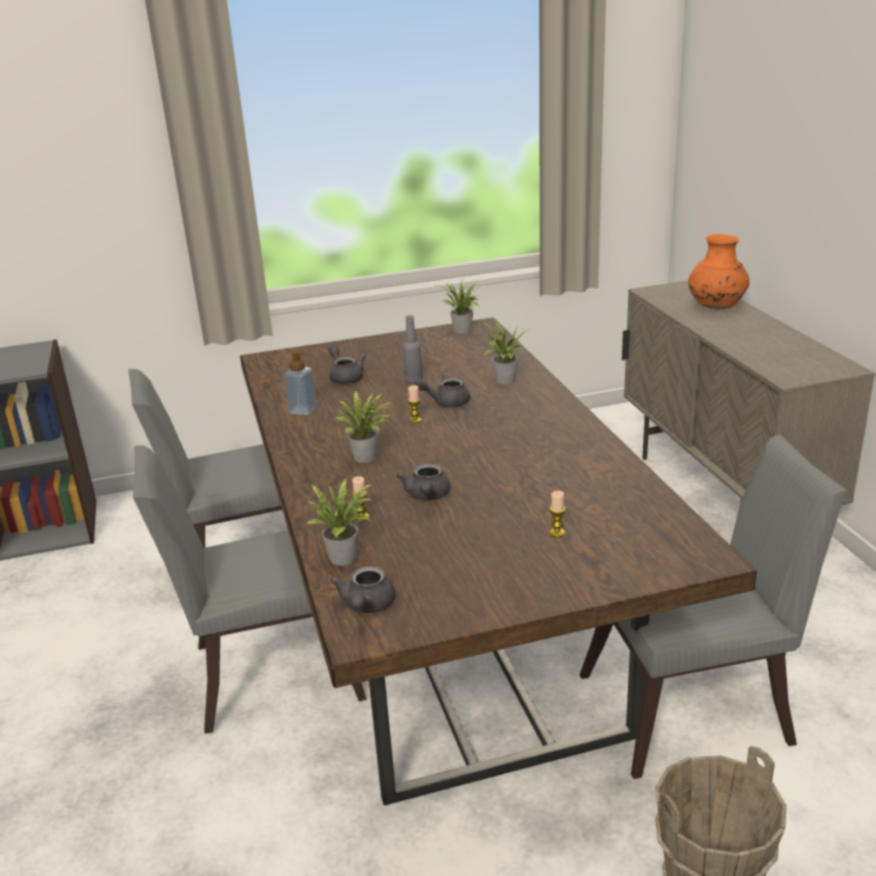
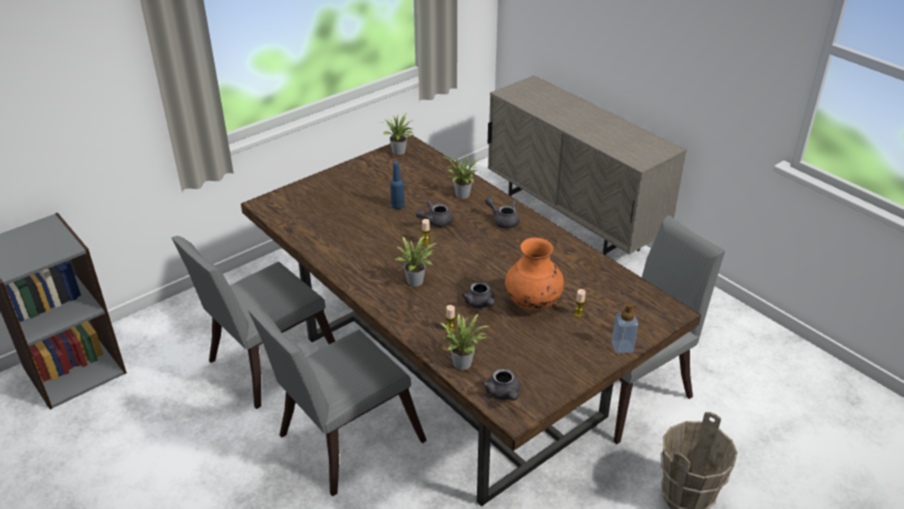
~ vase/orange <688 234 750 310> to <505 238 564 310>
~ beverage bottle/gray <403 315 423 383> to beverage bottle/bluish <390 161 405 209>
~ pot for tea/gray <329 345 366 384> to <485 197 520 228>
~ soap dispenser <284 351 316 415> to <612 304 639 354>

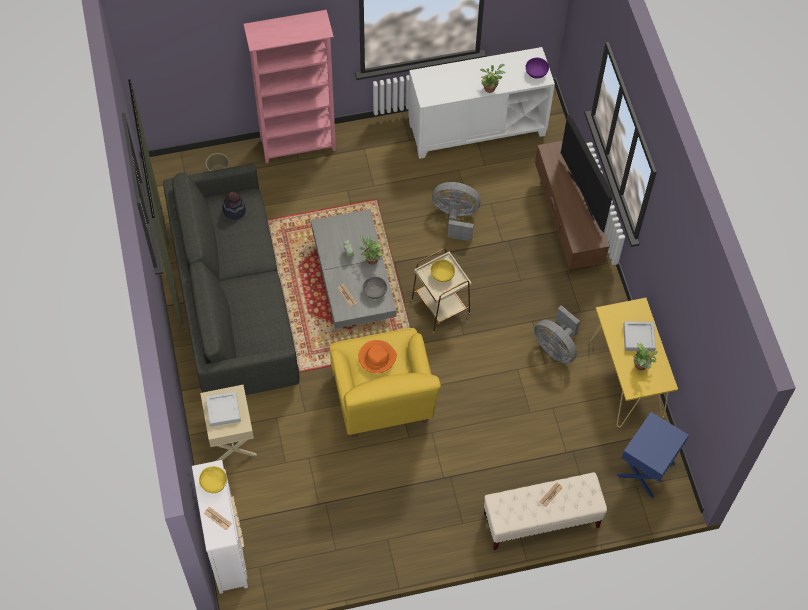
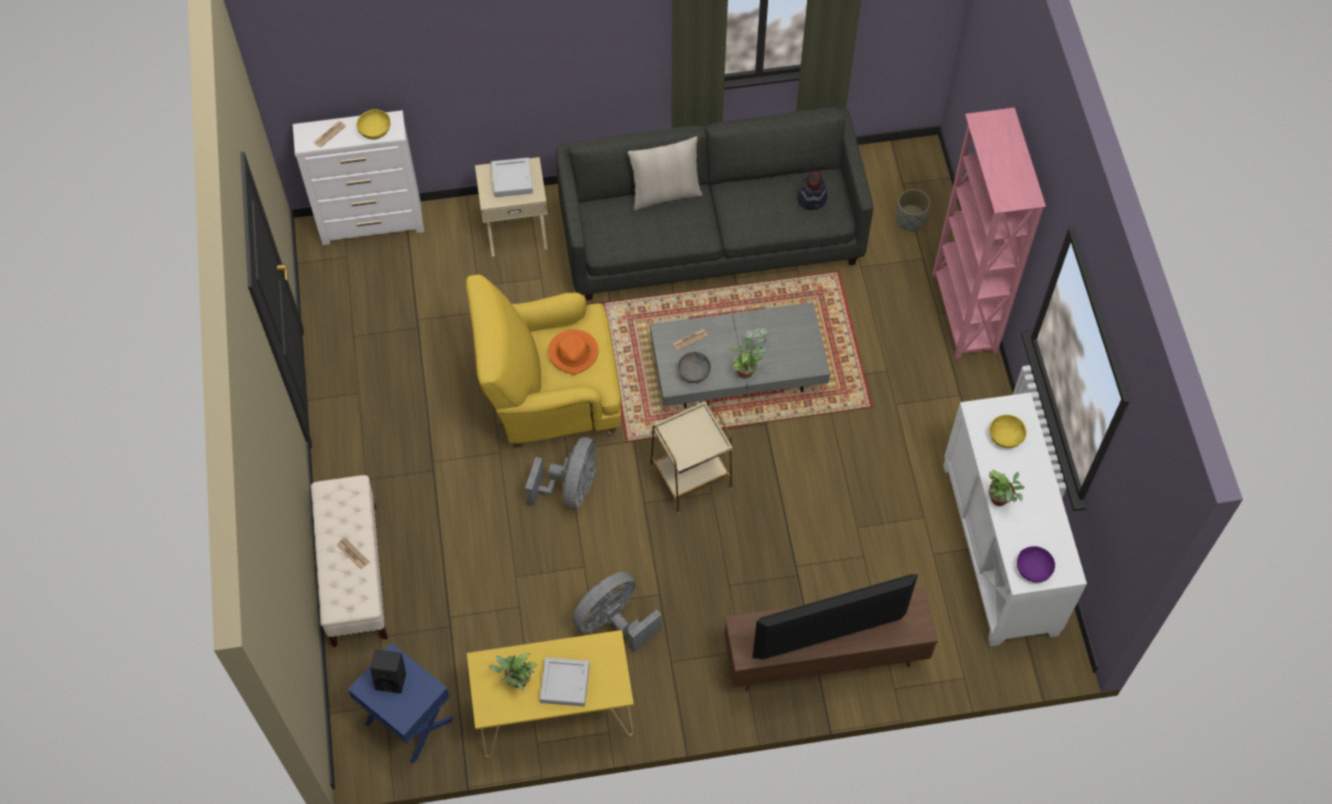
~ fan/gray <432 182 481 241> to <525 437 597 508>
~ deep dish/yellowish <431 259 455 282> to <989 415 1026 448>
+ throw pillow/sand-coloured <628 136 703 210>
+ loudspeaker/black-coloured <370 650 406 693>

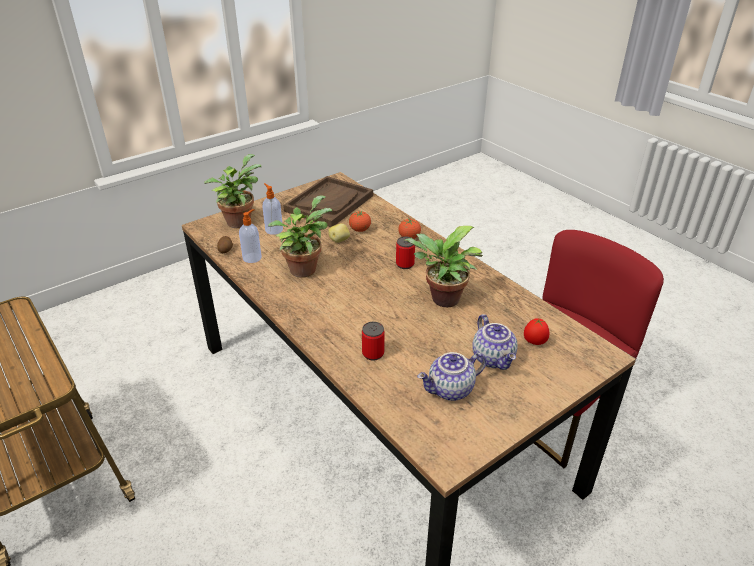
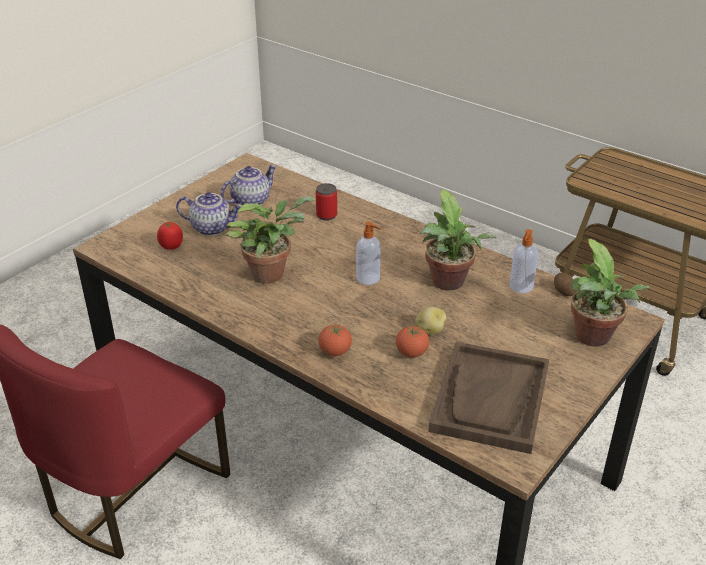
~ soap dispenser <262 183 283 235> to <356 222 381 285>
- sealed can <396 236 415 269>
~ pot for tea <472 314 518 370> = <176 192 243 236> 135 degrees clockwise

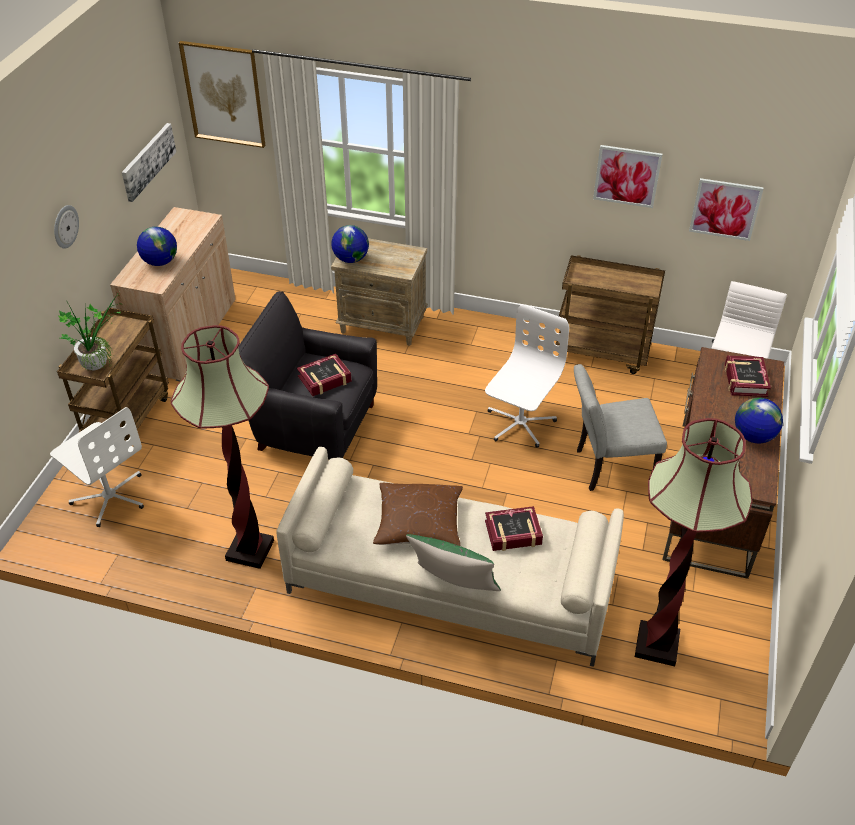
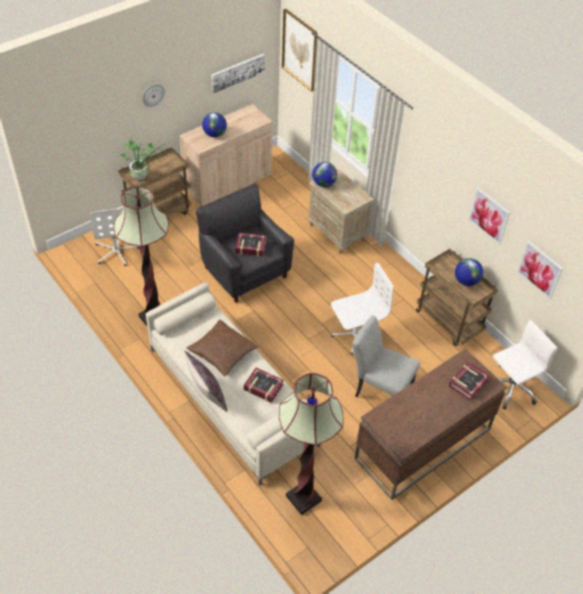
~ world globe <735 397 783 443> to <455 258 483 286>
~ throw pillow/greenish <406 534 501 591> to throw pillow/brownish <184 351 227 412>

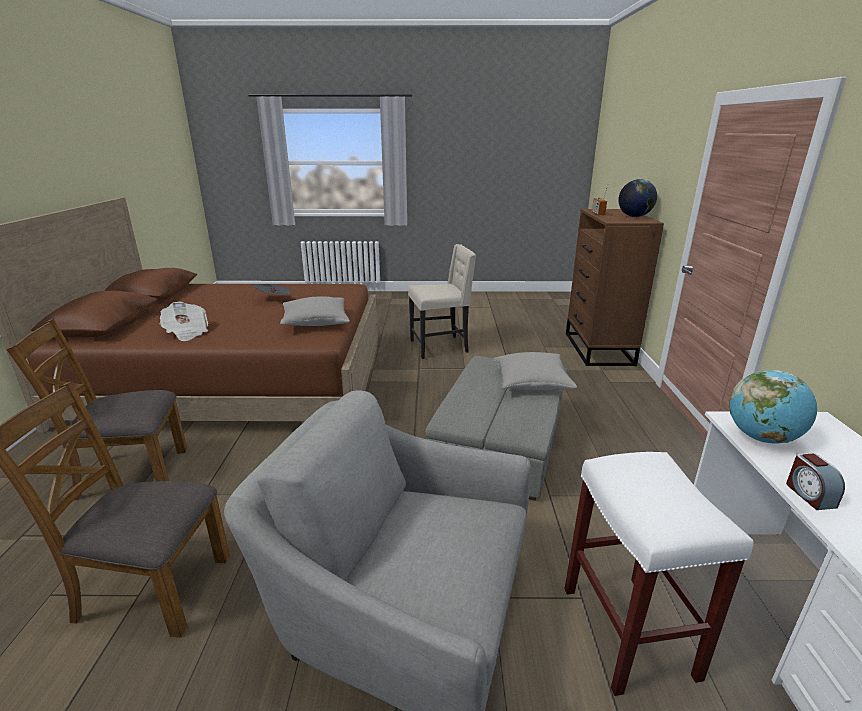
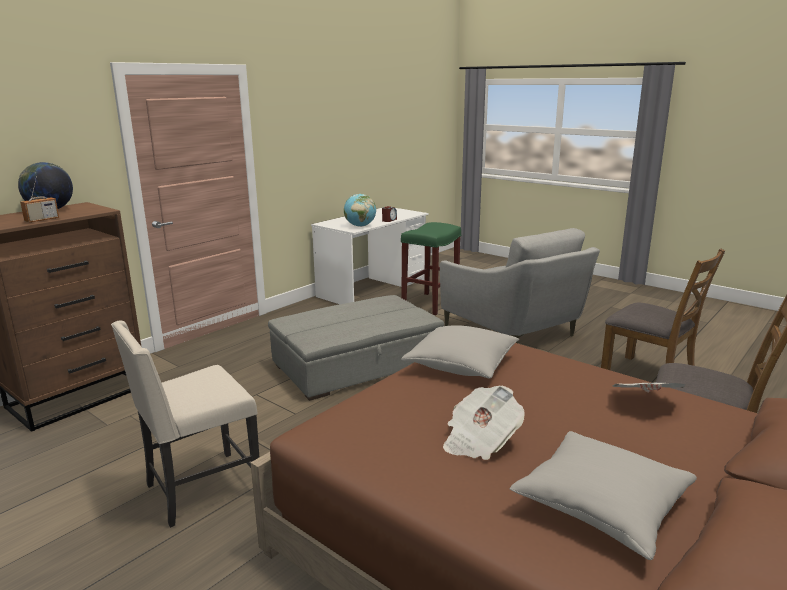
~ upright chair/sand-coloured <408 244 476 359> = <111 321 259 528> 60 degrees counterclockwise
~ throw pillow/gray <493 352 577 390> to <510 431 697 560>
~ sitting stool/white-coloured <564 452 754 696> to sitting stool/greenish <401 222 461 315>

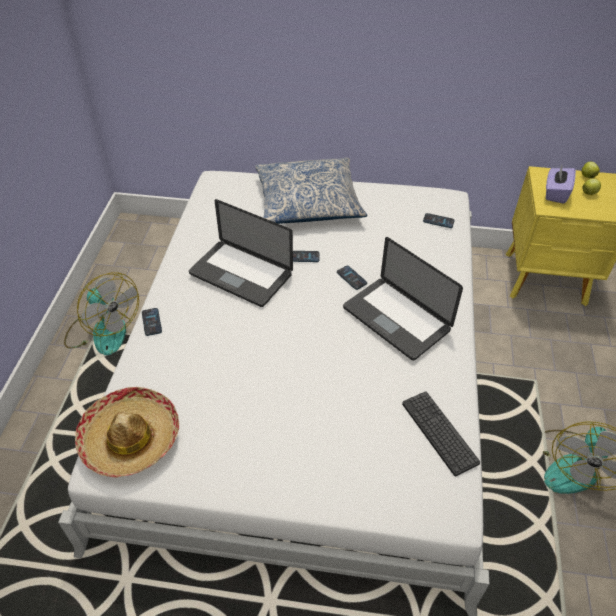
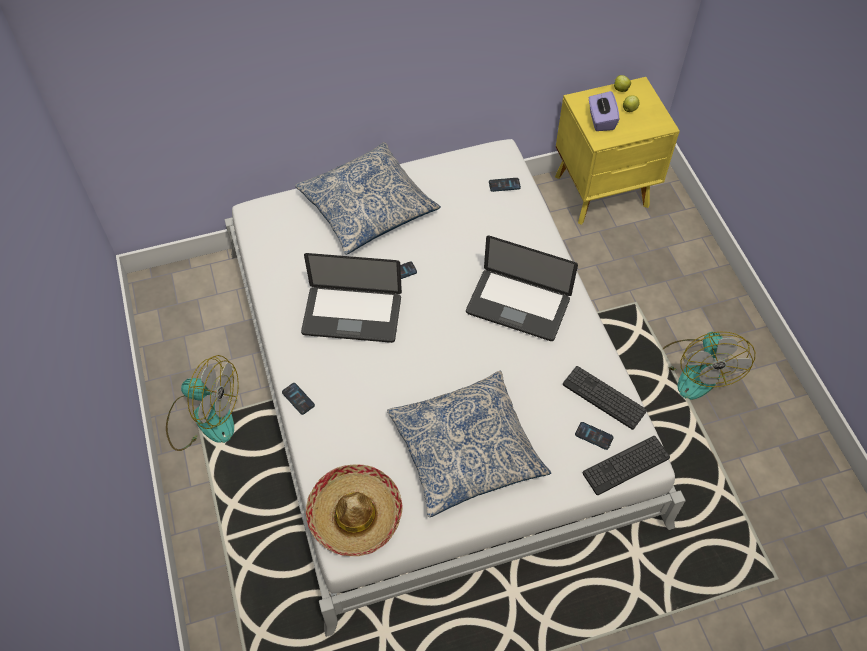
~ handset <337 266 367 290> to <575 422 614 450>
+ throw pillow <387 371 551 517>
+ keyboard <582 436 670 495>

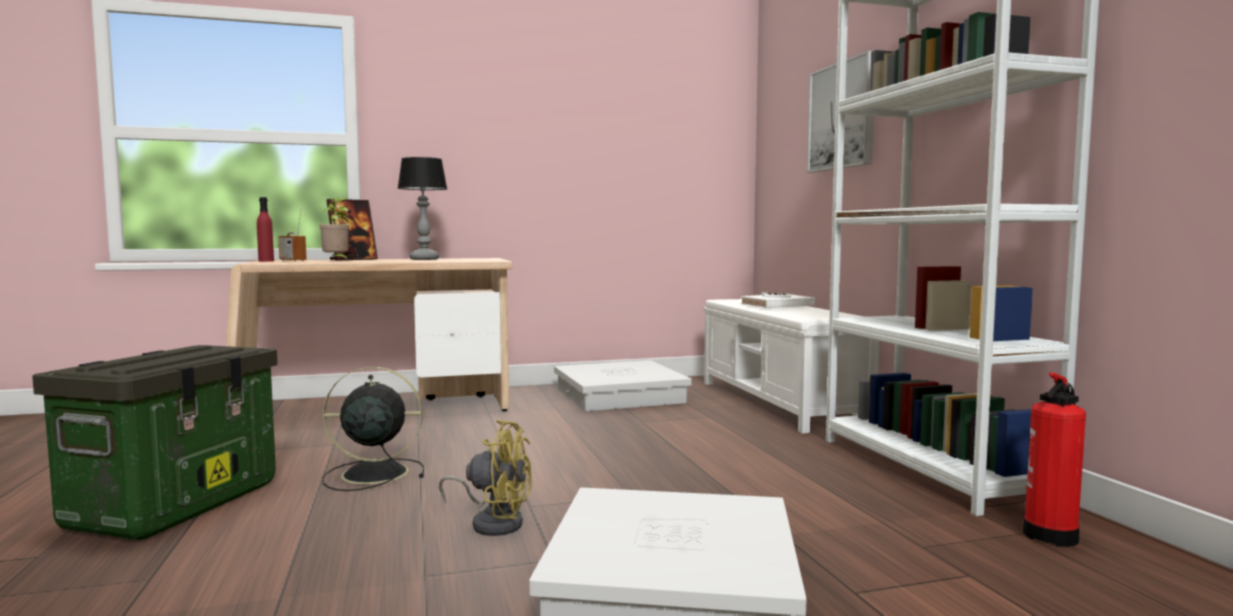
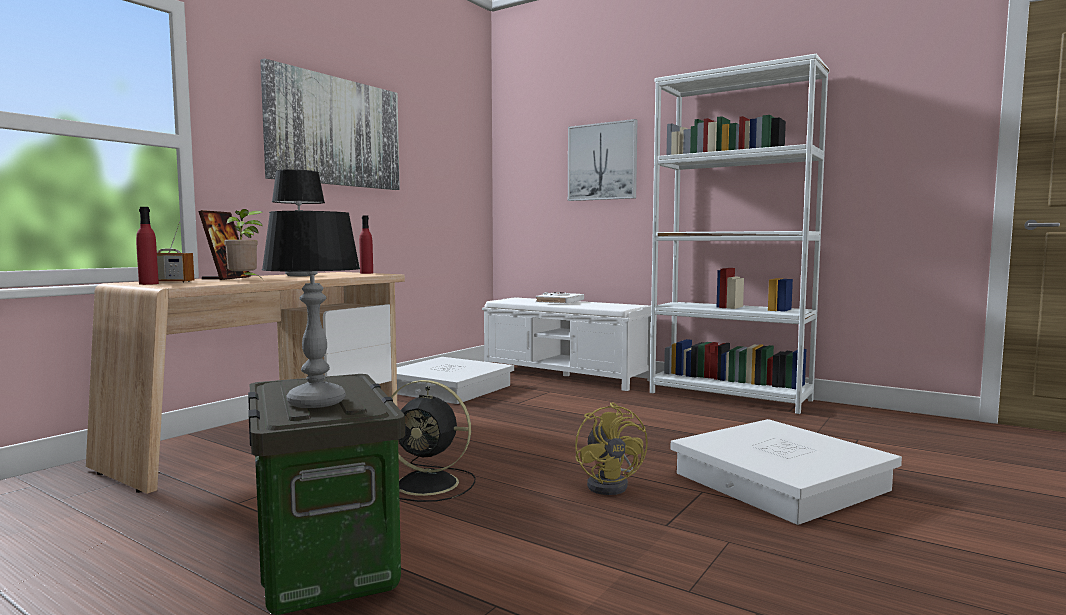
~ fan/black-coloured <322 367 424 491> = <391 380 475 502> 120 degrees counterclockwise
- extinguisher <1023 372 1086 547>
~ fan/yellowish <439 420 532 536> = <575 403 648 495> 105 degrees clockwise
+ picture <260 59 400 190>
+ table lamp <262 211 360 408>
+ beverage bottle/red <359 215 373 274>

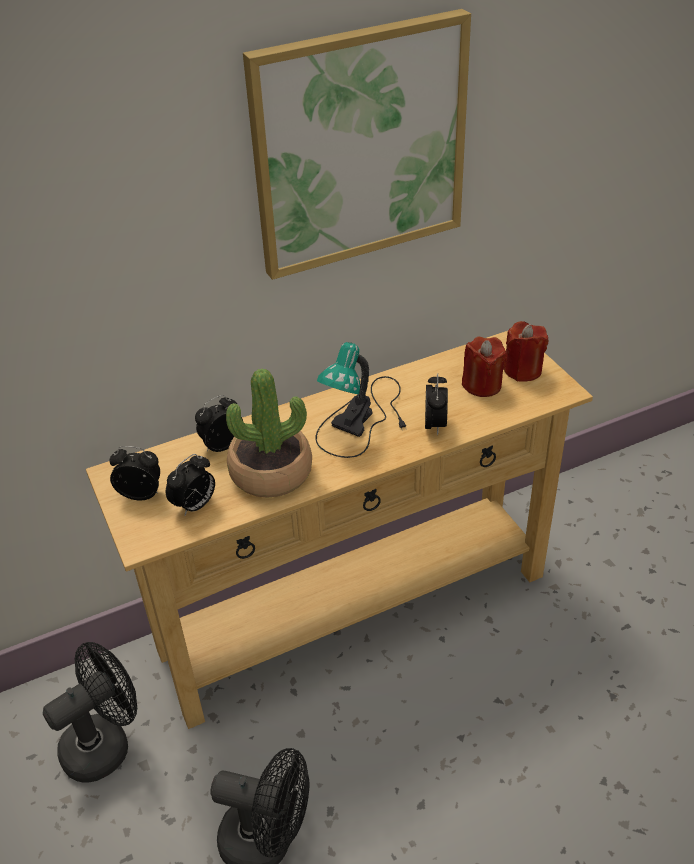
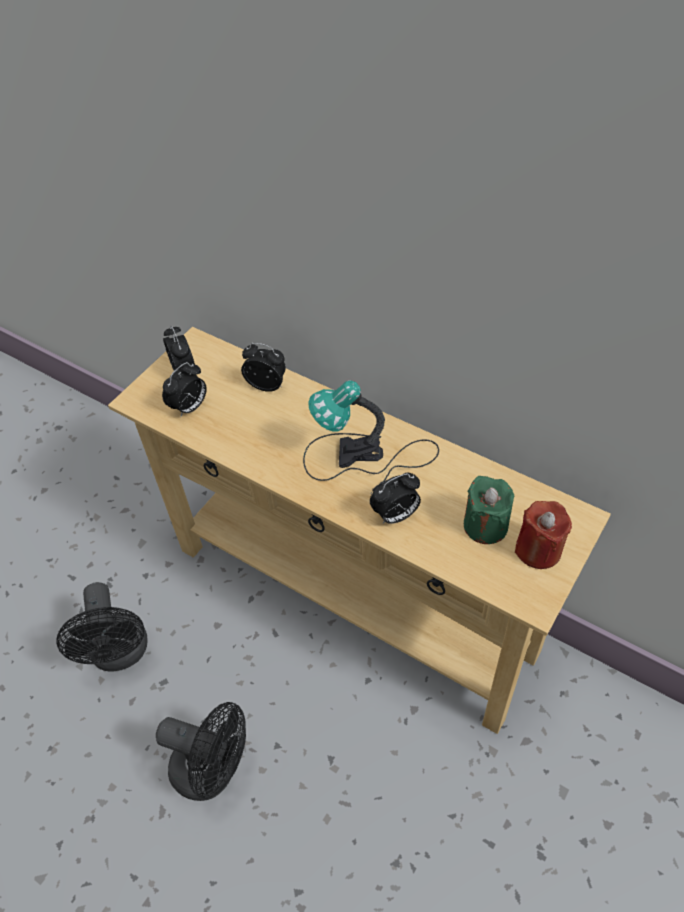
- picture <243 9 471 280>
~ candle/red <462 337 507 397> to candle/greenish <464 476 514 544>
- plant in a pot <226 369 312 498>
~ alarm clock <166 454 215 515> = <162 362 207 417> 60 degrees counterclockwise
~ fan/black-coloured <43 642 137 782> to <156 702 246 801>

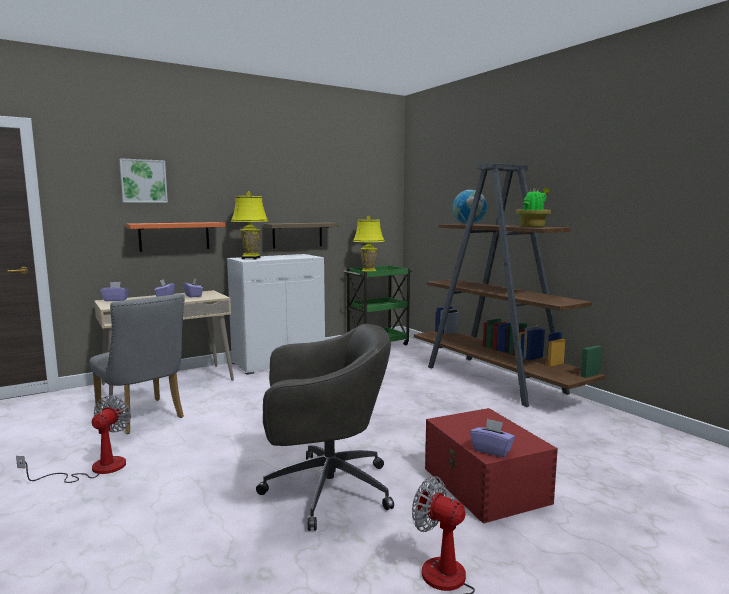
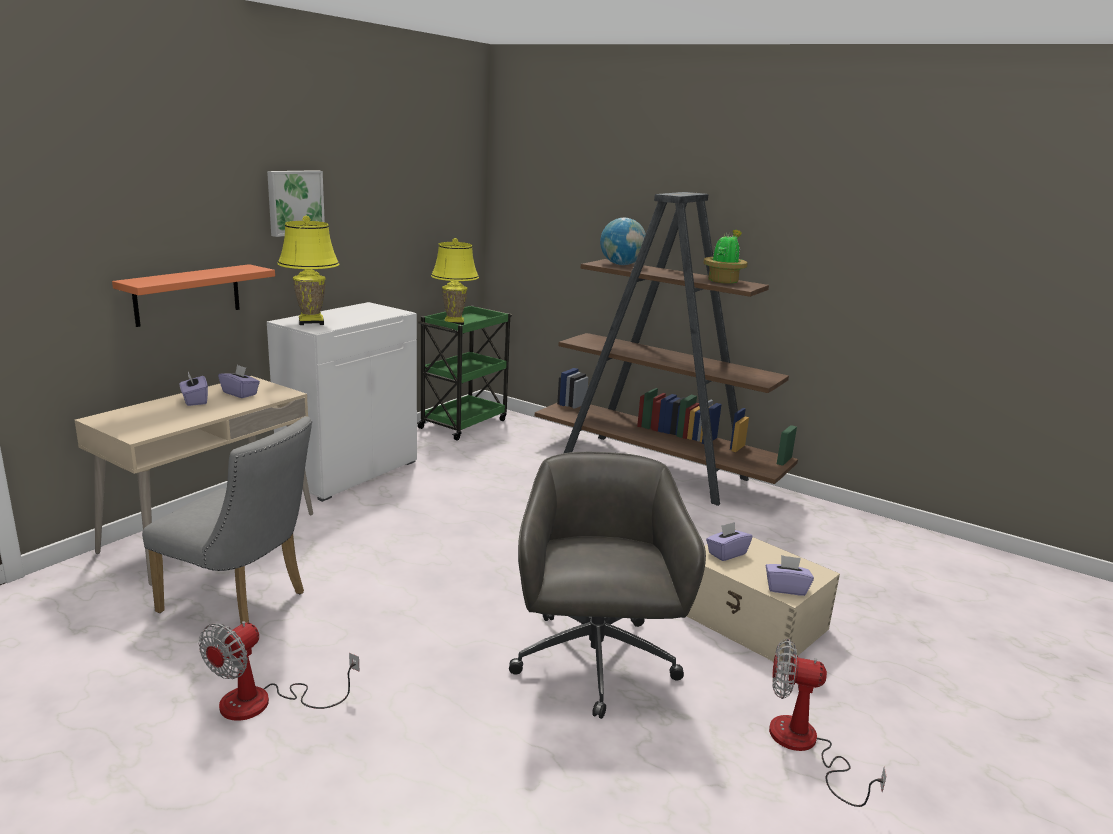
~ picture <119 158 168 203> to <267 170 325 237>
- shelf <264 223 339 248>
~ tissue holder/purple <100 282 129 301> to <706 522 753 561>
~ desk chair/gray <256 324 394 531> = <509 452 706 719> 60 degrees counterclockwise
~ fan <16 396 131 483> = <198 621 359 721> 135 degrees counterclockwise
~ storage bin/red <425 408 558 523> to storage bin/sand-coloured <687 537 840 662>

